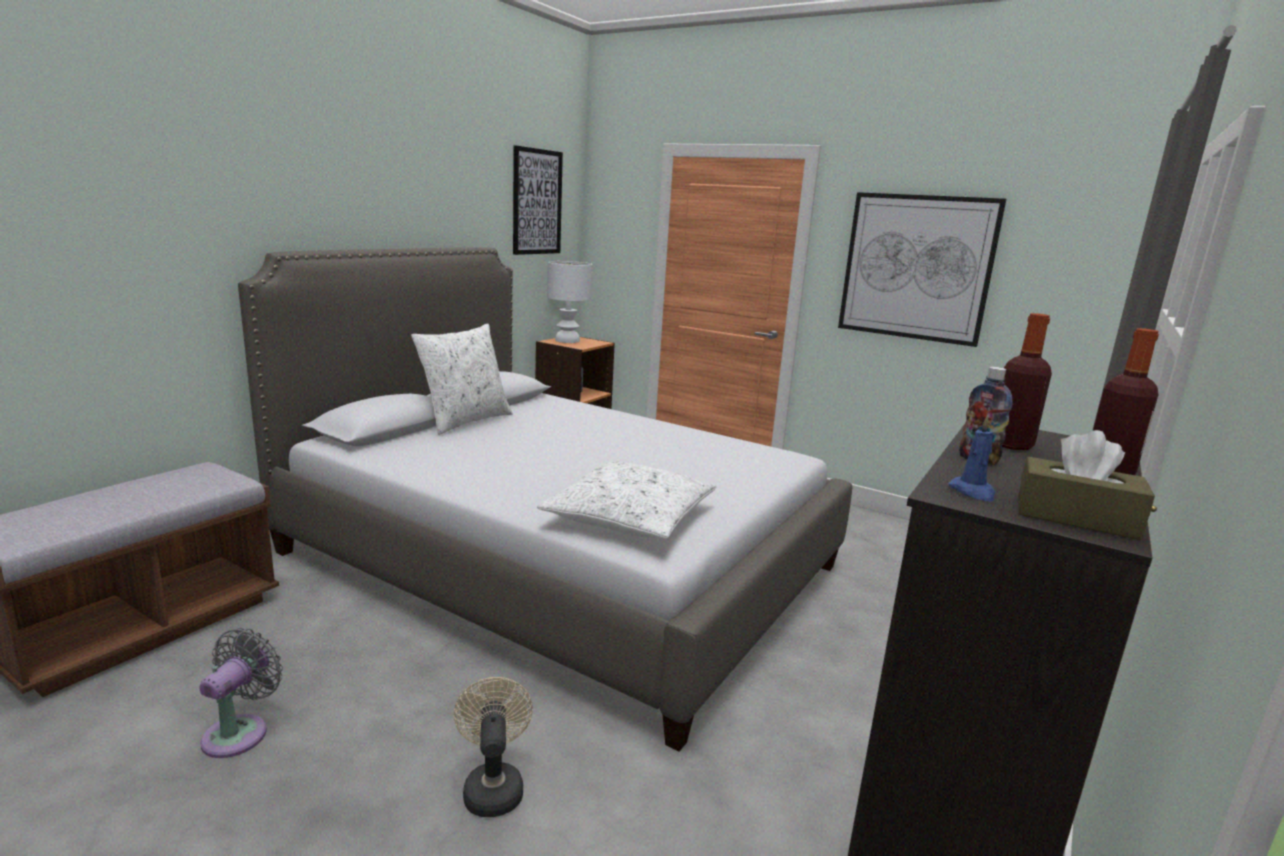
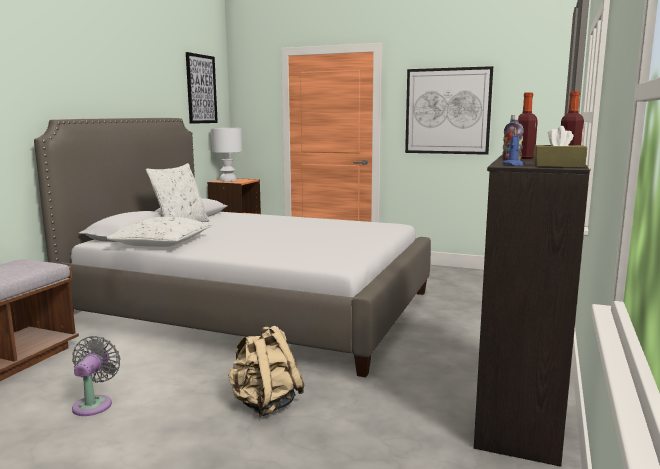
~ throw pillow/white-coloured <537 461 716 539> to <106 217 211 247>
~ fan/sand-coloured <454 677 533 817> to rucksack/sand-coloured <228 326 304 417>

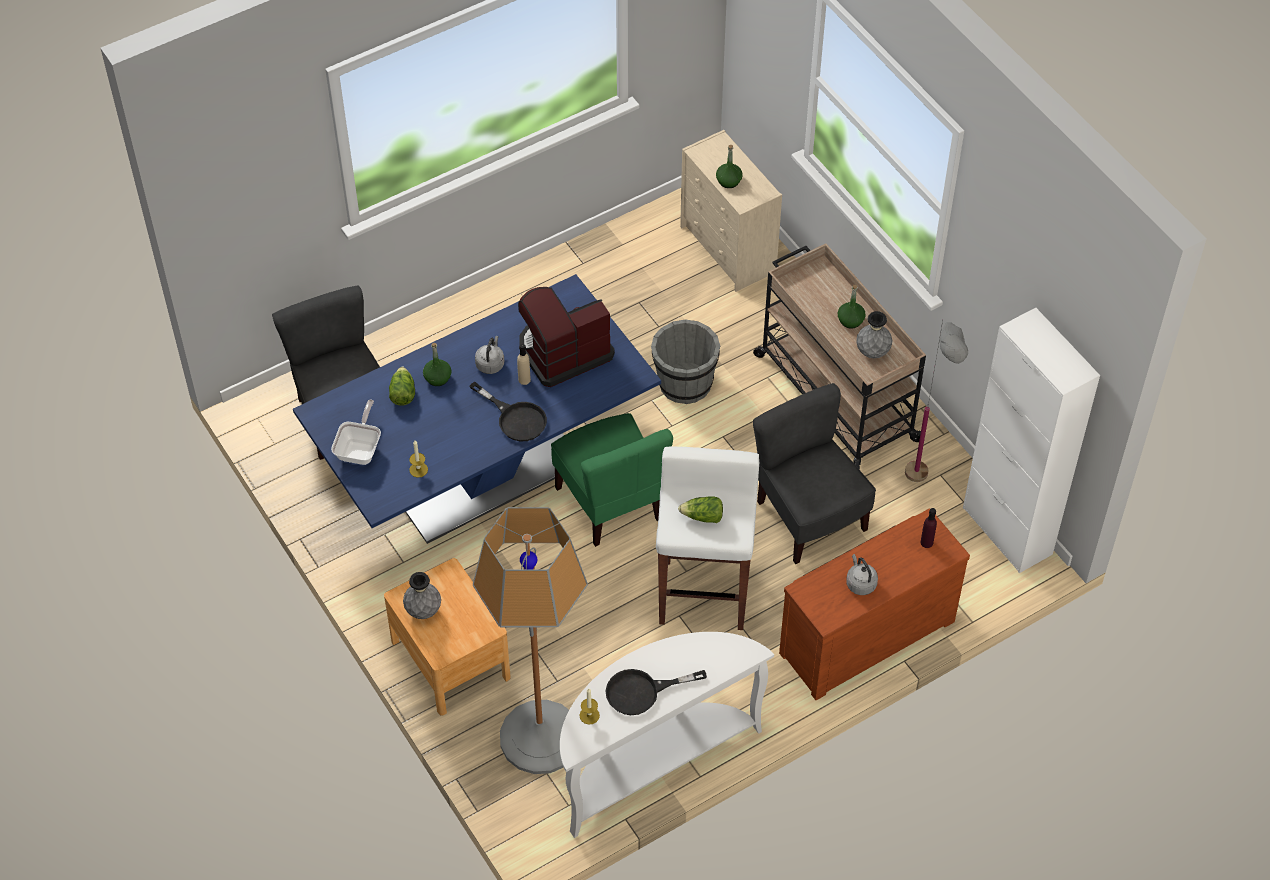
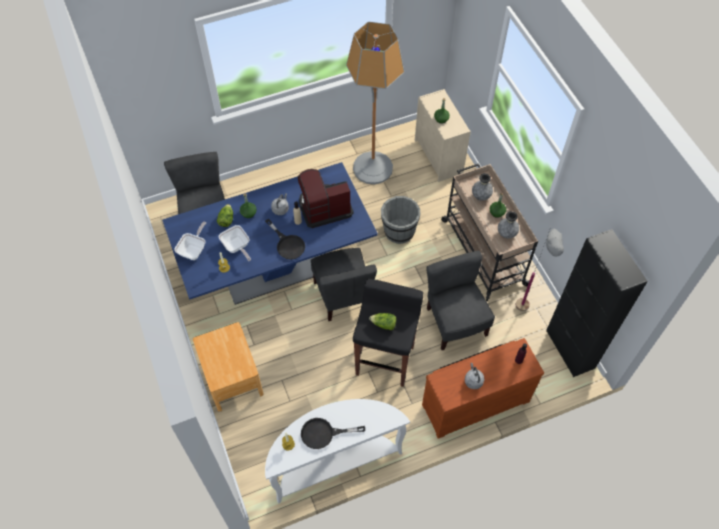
~ cupboard/white-coloured <963 308 1100 573> to cupboard/black-coloured <546 229 648 377>
~ upright chair/greenish <551 413 673 547> to upright chair/gray <311 248 377 321>
~ sitting stool/white-coloured <656 446 759 630> to sitting stool/black-coloured <353 279 424 387>
~ standing lamp <473 507 588 774> to <346 22 404 184>
~ vase/gray <403 572 441 619> to <472 173 493 201>
+ pan <219 225 251 261>

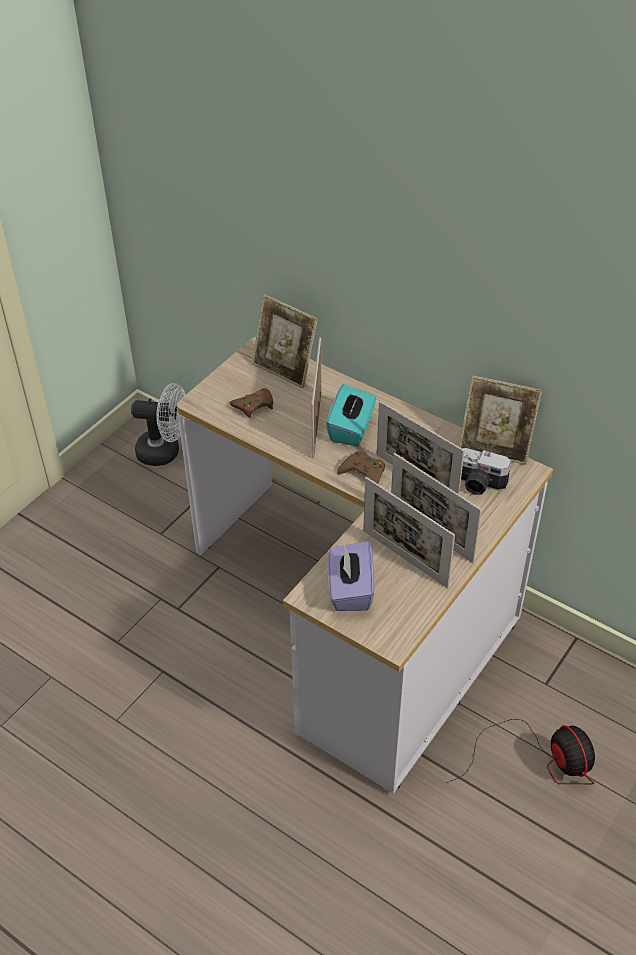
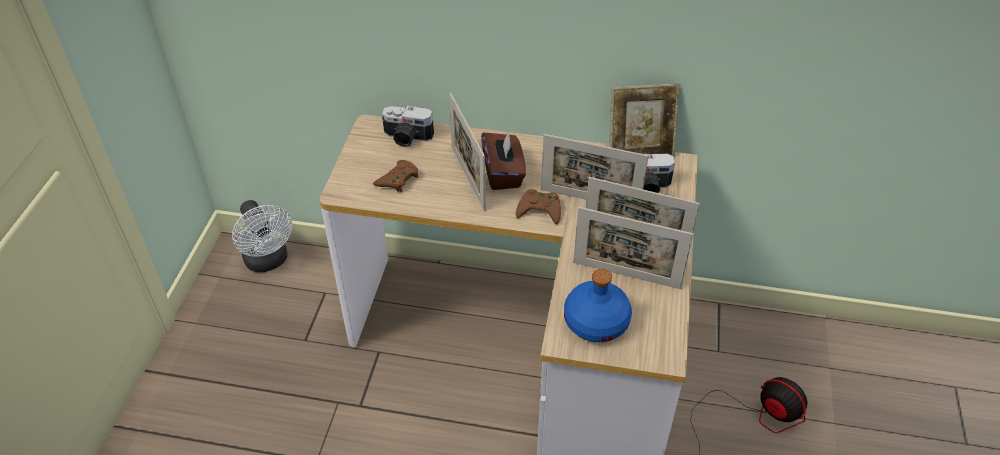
~ photo frame <252 294 318 388> to still camera <382 106 434 147>
~ fan/white-coloured <131 383 186 466> = <232 200 292 272> 75 degrees clockwise
~ tissue holder/turquoise-coloured <326 384 376 446> to tissue holder/brownish <481 131 526 190>
~ tissue holder/purple <328 541 374 611> to beverage bottle/bluish <564 269 632 342>

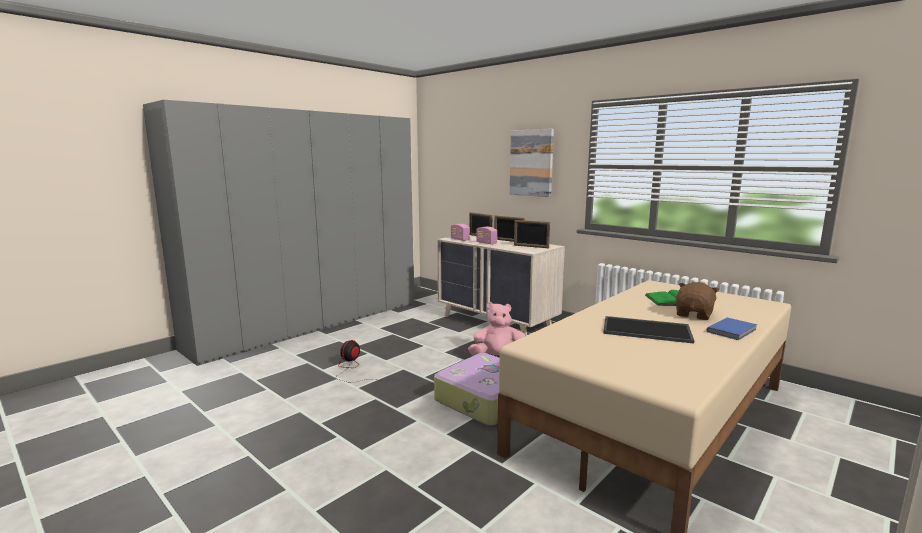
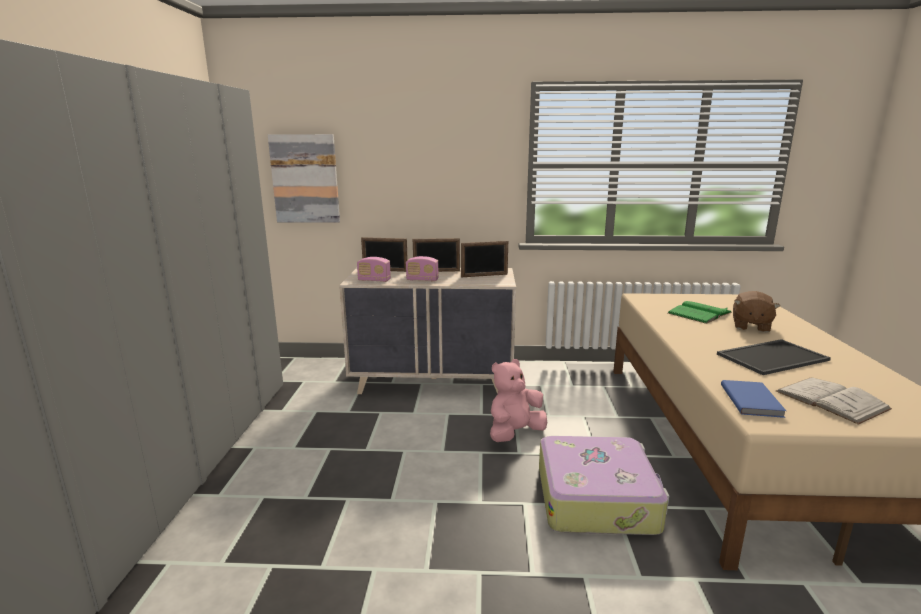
~ picture <510 129 554 197> to <268 134 340 223>
~ soft toy/brownish <676 282 720 320> = <733 291 780 333> 150 degrees counterclockwise
~ bound book/bluish <707 317 757 340> to <721 380 786 418>
- fan <338 340 381 382>
+ bound book/white-coloured <776 378 892 425>

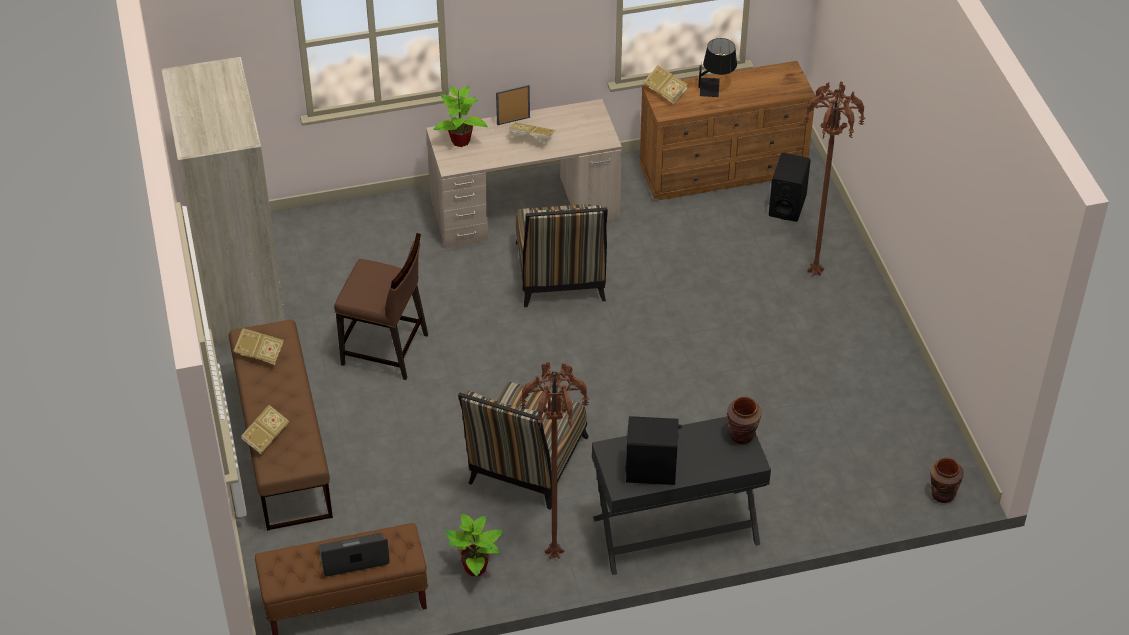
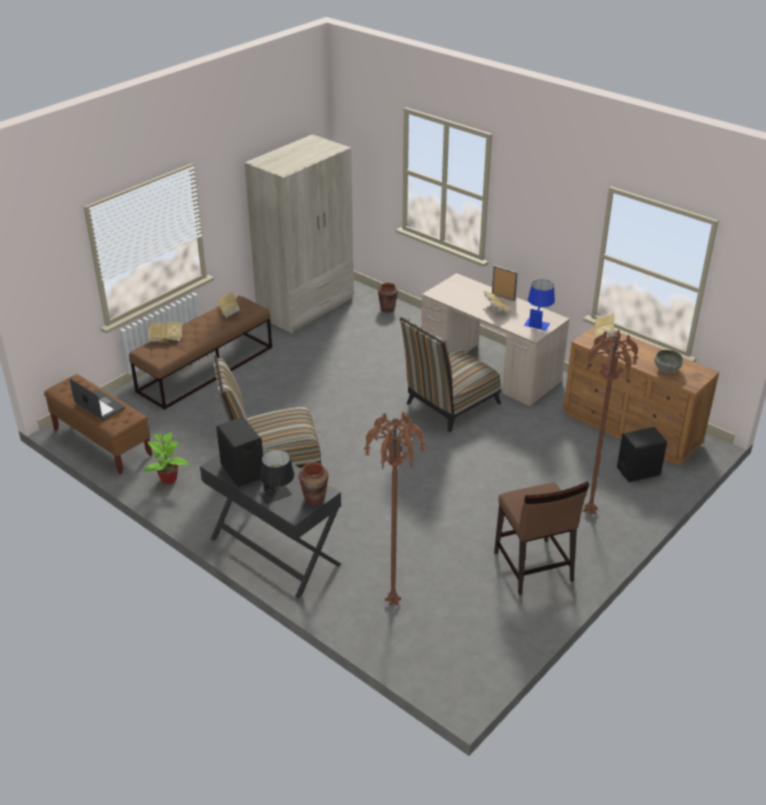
~ table lamp/black-coloured <698 38 737 97> to <258 450 294 504>
- plant in a pot <433 86 488 147>
~ upright chair/brownish <334 233 428 380> to <494 482 589 595>
~ standing lamp/brownish <519 362 590 559> to <364 412 425 606>
~ vase/brownish <930 458 964 503> to <378 283 398 312>
+ table lamp/bluish <524 280 555 331>
+ deep dish/gray <654 350 683 374>

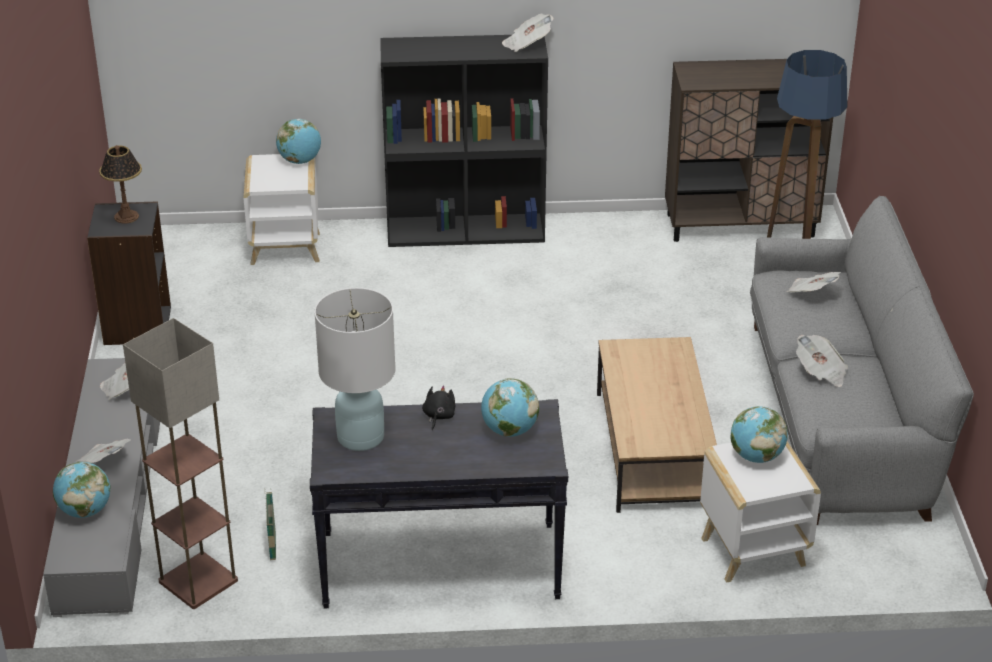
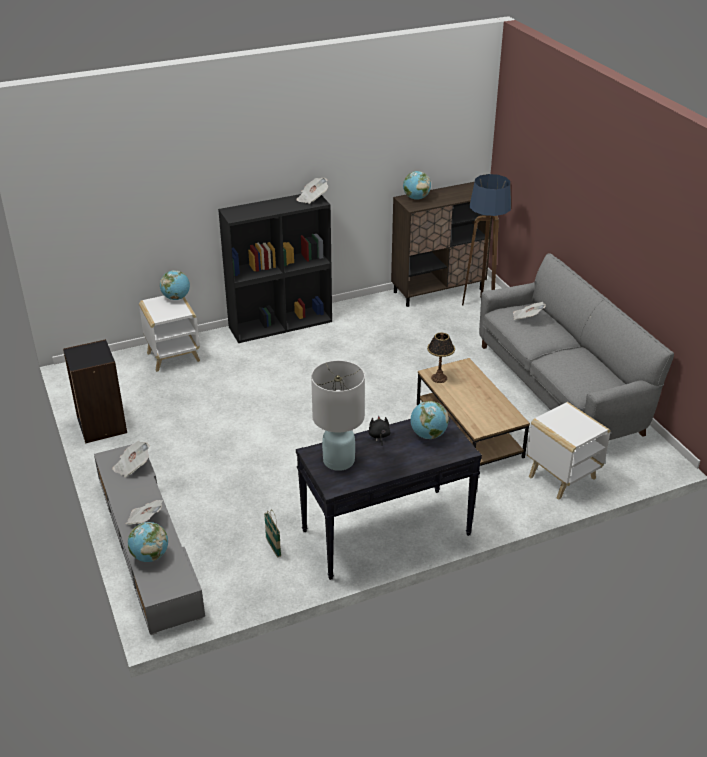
~ table lamp <99 145 142 224> to <427 333 455 383>
- standing lamp <123 318 238 609>
- printed paper <796 335 848 387>
~ world globe <730 406 788 463> to <403 171 431 200>

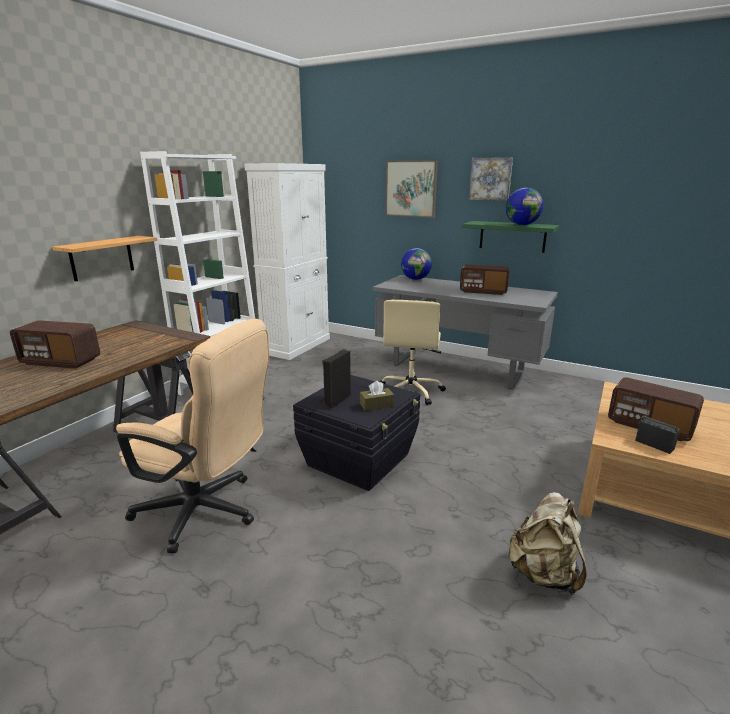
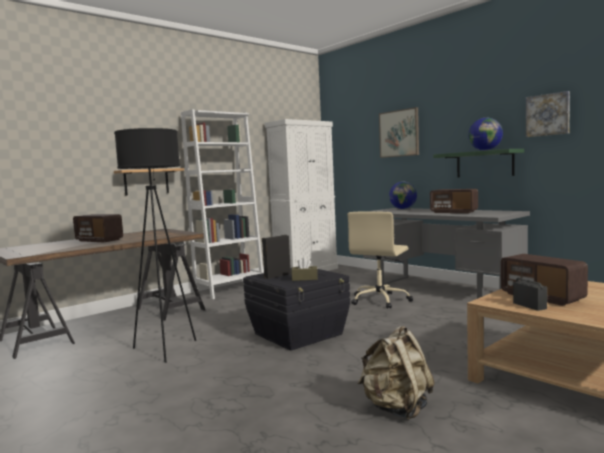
~ picture <469 157 513 201> to <526 91 570 137>
~ desk chair/sand-coloured <116 319 269 553> to standing lamp/black-coloured <114 128 196 363>

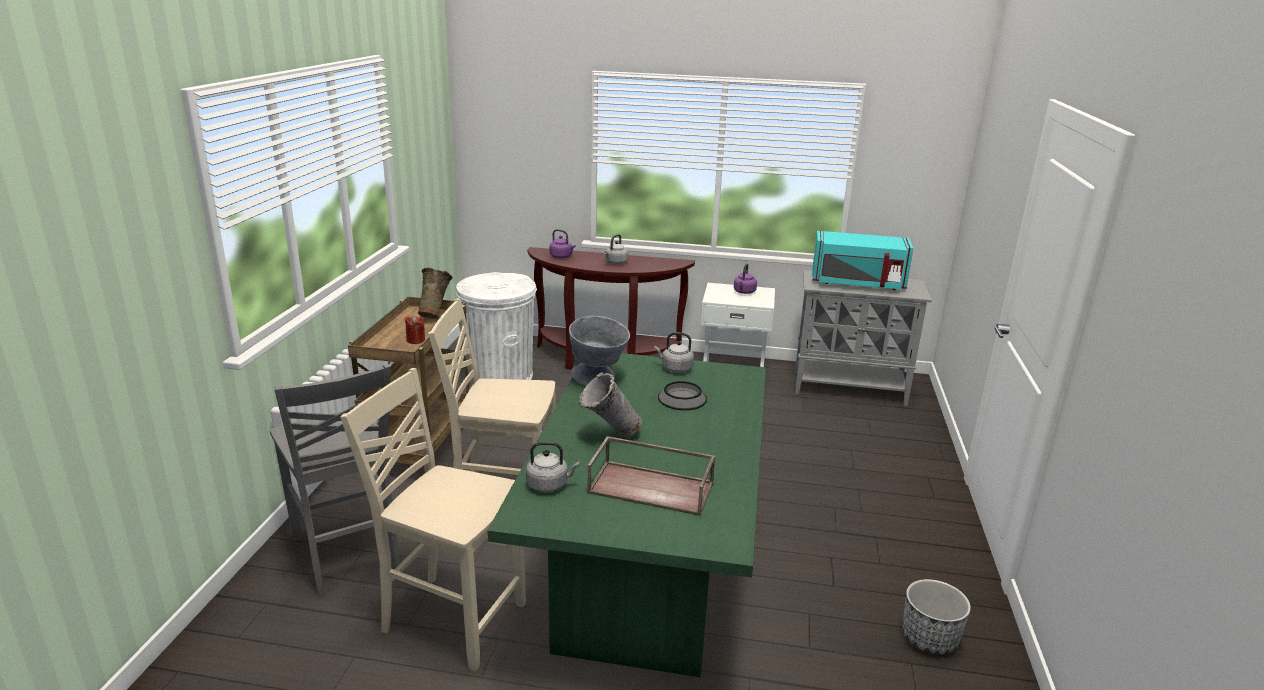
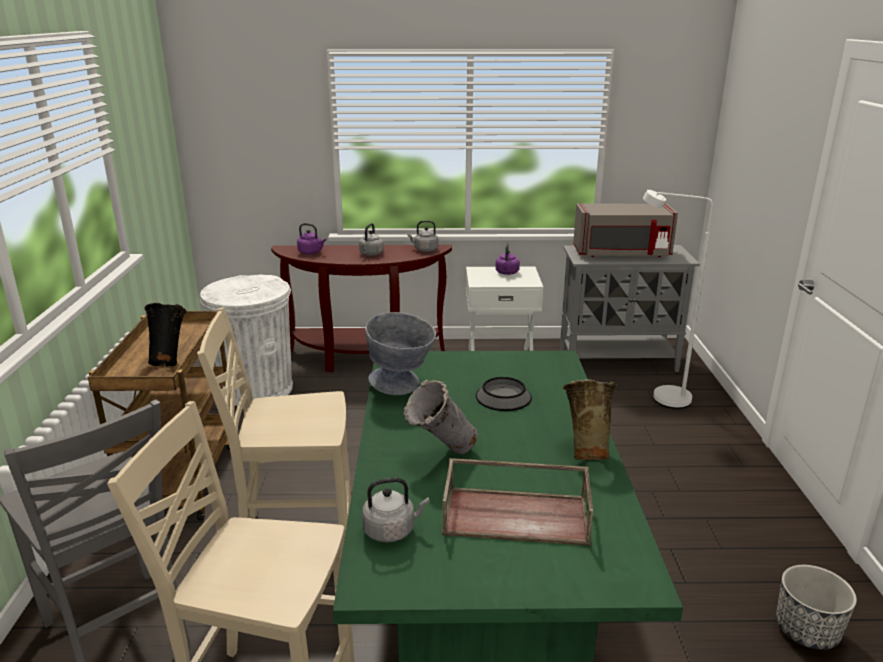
~ microwave oven/turquoise-coloured <812 231 913 290> to microwave oven/gray <573 204 678 257>
~ vase/sand-coloured <418 267 453 319> to <562 379 617 460>
~ candle/red <405 316 425 344> to vase/black-coloured <144 303 186 367>
~ water kettle/gray <655 332 694 373> to <407 220 438 252>
+ standing lamp/white-coloured <643 190 713 409>

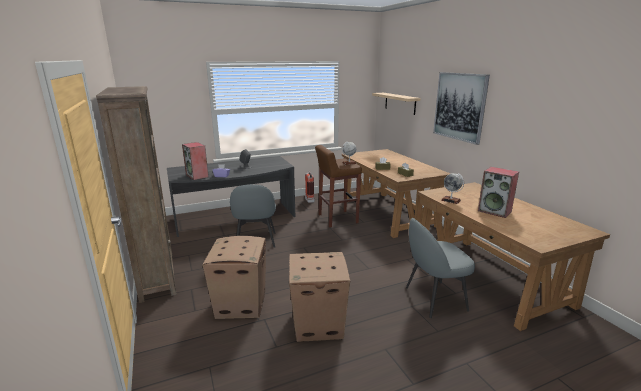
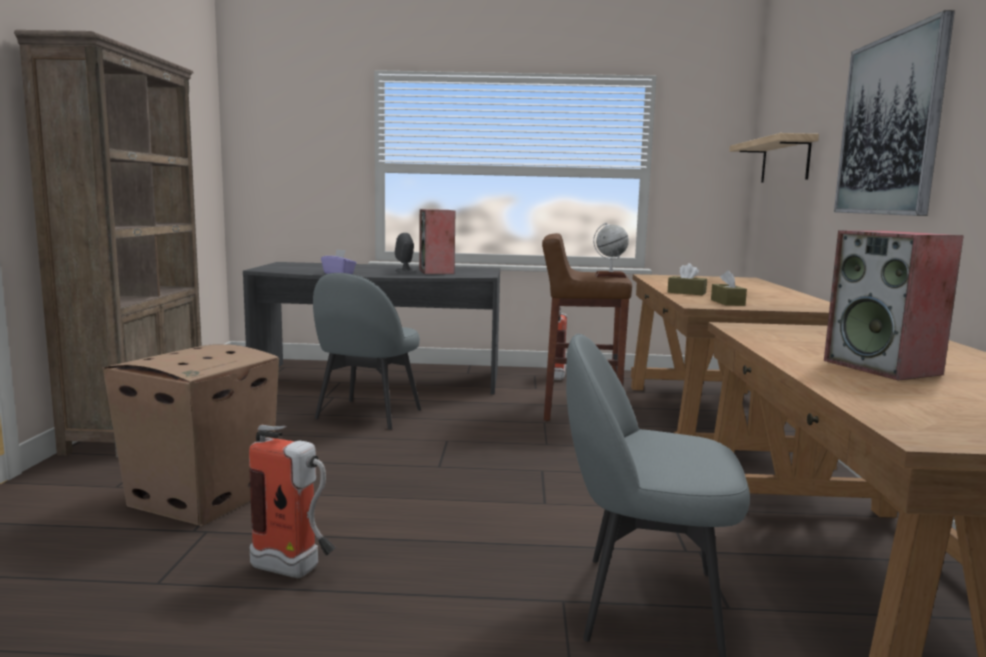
~ loudspeaker <182 142 209 180> to <419 209 455 274>
- world globe <441 173 464 204>
~ carton <289 252 350 342> to extinguisher <249 425 336 578>

